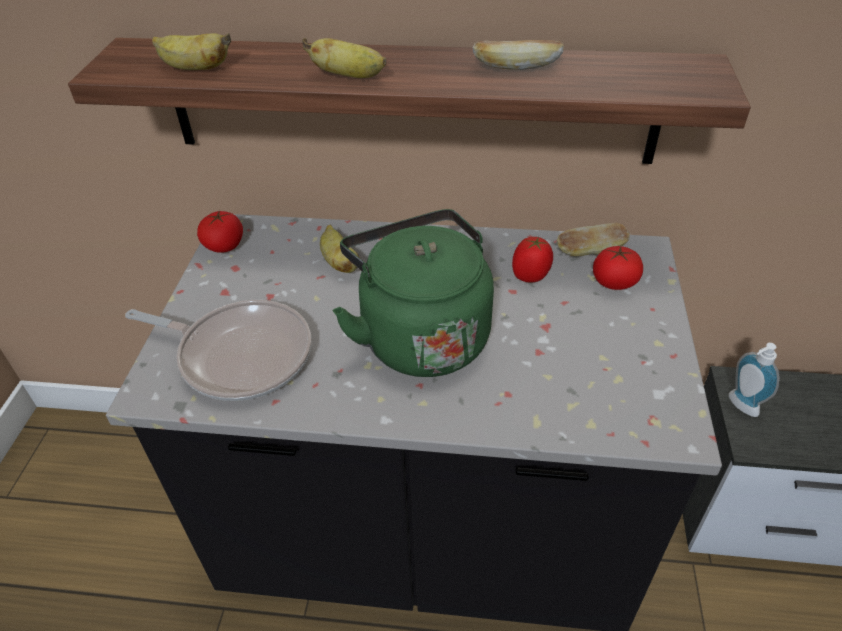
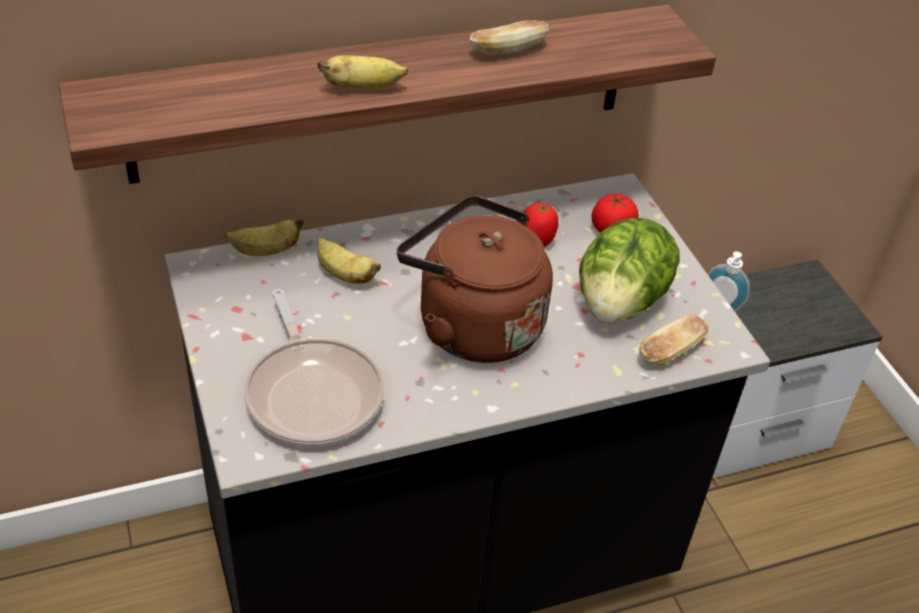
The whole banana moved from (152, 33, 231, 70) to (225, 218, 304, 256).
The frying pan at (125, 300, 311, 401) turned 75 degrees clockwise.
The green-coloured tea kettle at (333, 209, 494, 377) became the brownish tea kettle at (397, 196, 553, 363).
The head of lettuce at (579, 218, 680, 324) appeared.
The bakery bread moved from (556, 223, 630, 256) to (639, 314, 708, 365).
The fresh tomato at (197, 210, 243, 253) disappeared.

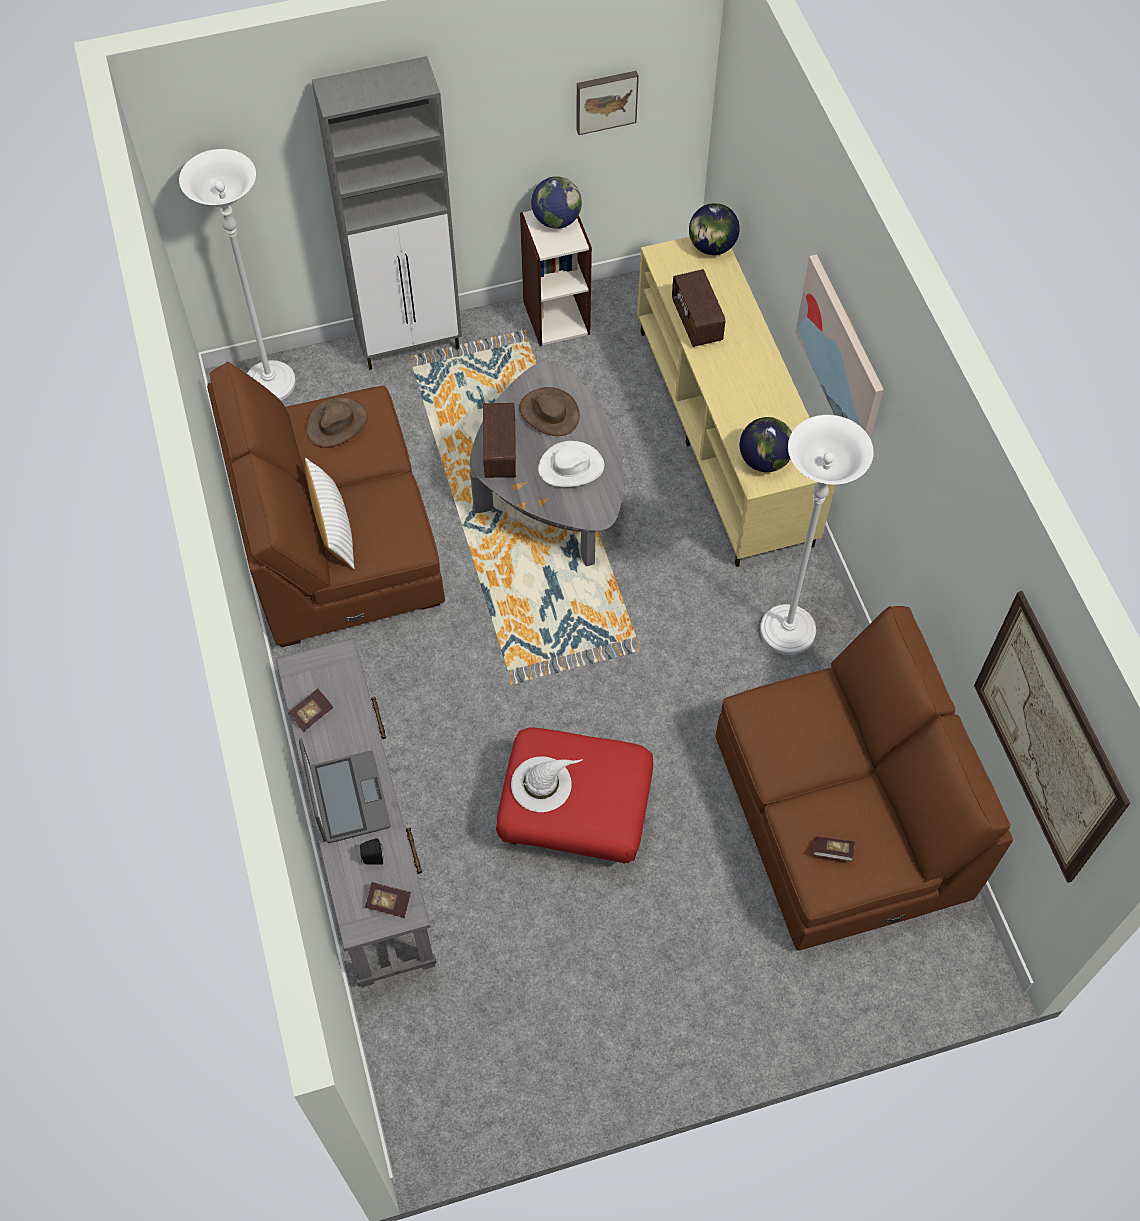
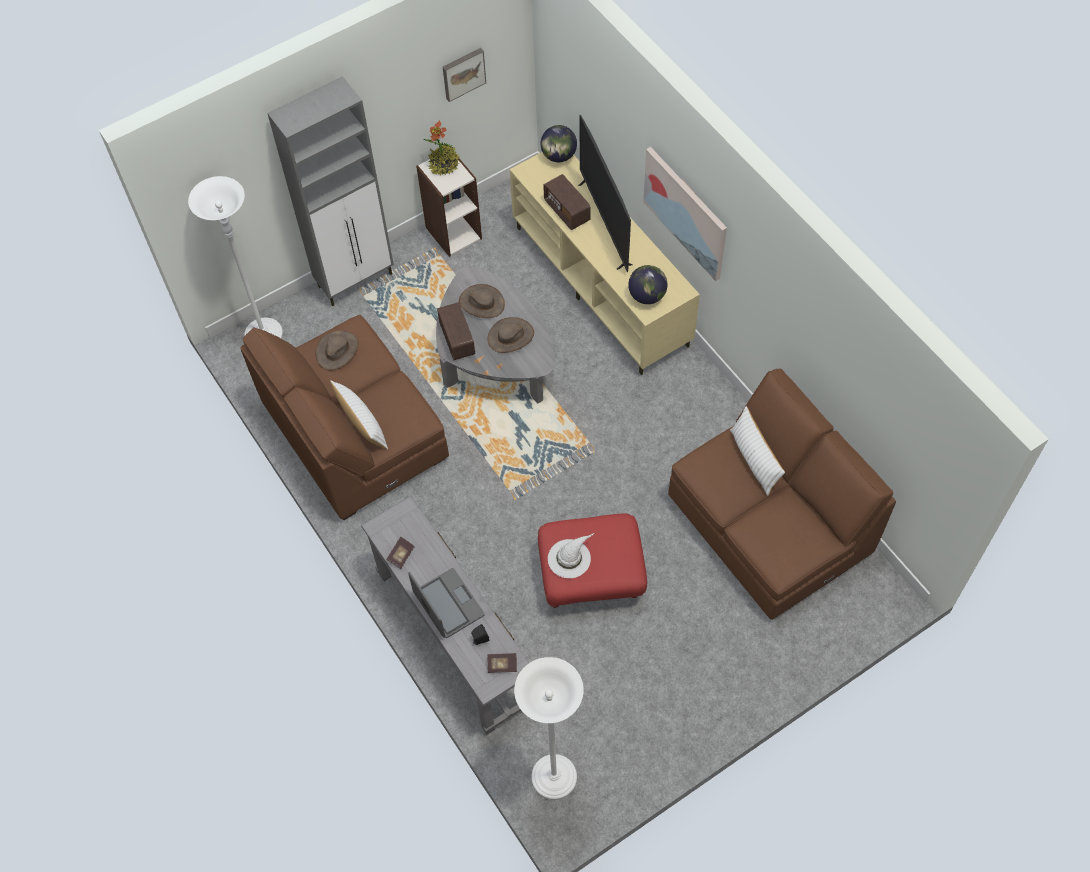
The desk globe at (531, 176, 582, 229) was replaced by the potted plant at (423, 120, 460, 175).
The white-coloured wearable hat at (538, 441, 604, 487) became the brownish wearable hat at (488, 317, 534, 353).
The white-coloured standard lamp moved from (760, 415, 874, 655) to (514, 657, 584, 800).
The TV set at (578, 115, 632, 273) appeared.
The white-coloured pillow at (730, 406, 785, 496) appeared.
The volume at (814, 836, 855, 861) disappeared.
The wall picture at (974, 591, 1130, 883) disappeared.

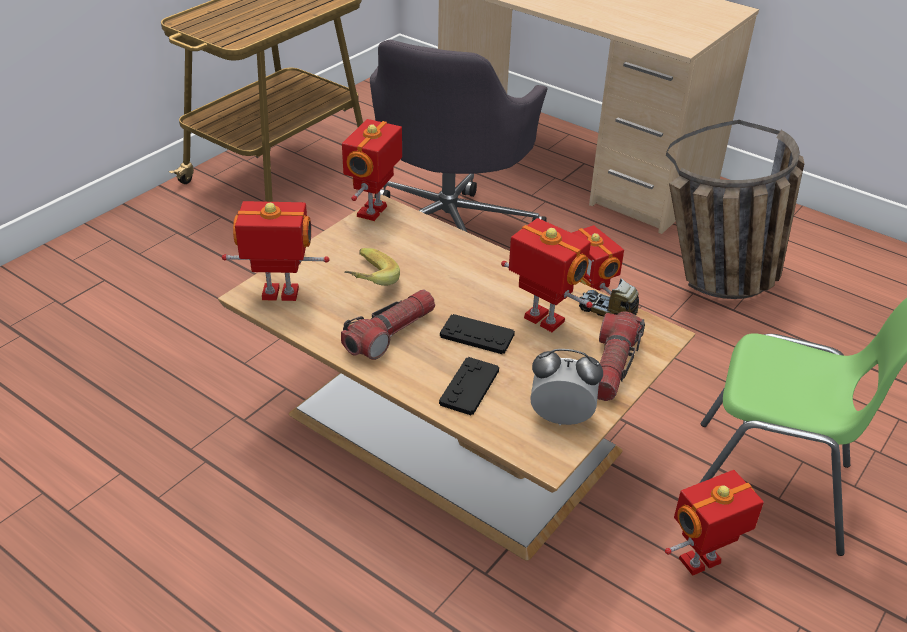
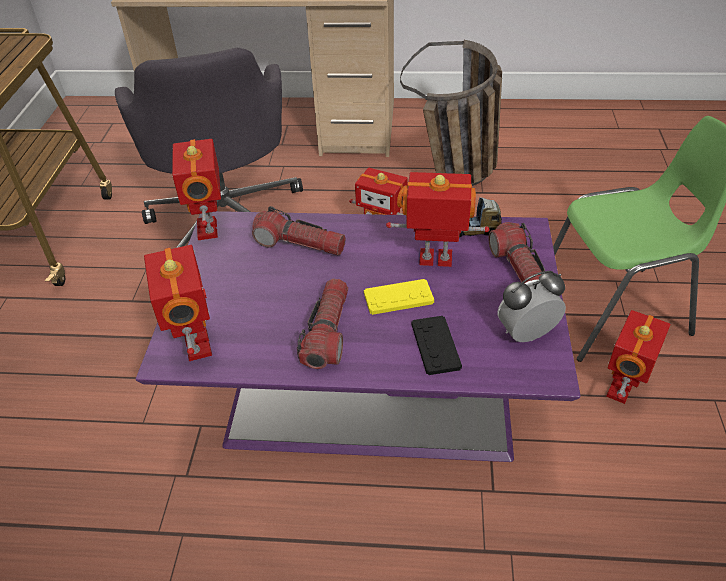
The brownish lounge table at (218, 195, 695, 561) became the purple lounge table at (136, 211, 580, 462).
The model robot at (222, 201, 330, 301) turned 105 degrees clockwise.
The torch at (252, 206, 346, 256) appeared.
The blackish game controller at (440, 314, 515, 354) became the yellowish game controller at (364, 279, 434, 315).
The whole banana at (344, 248, 400, 286) disappeared.

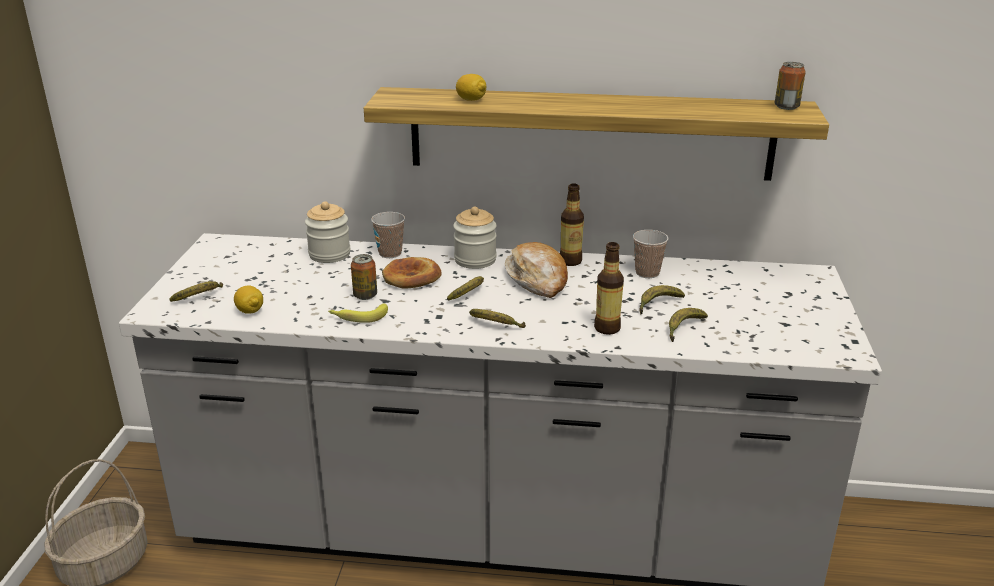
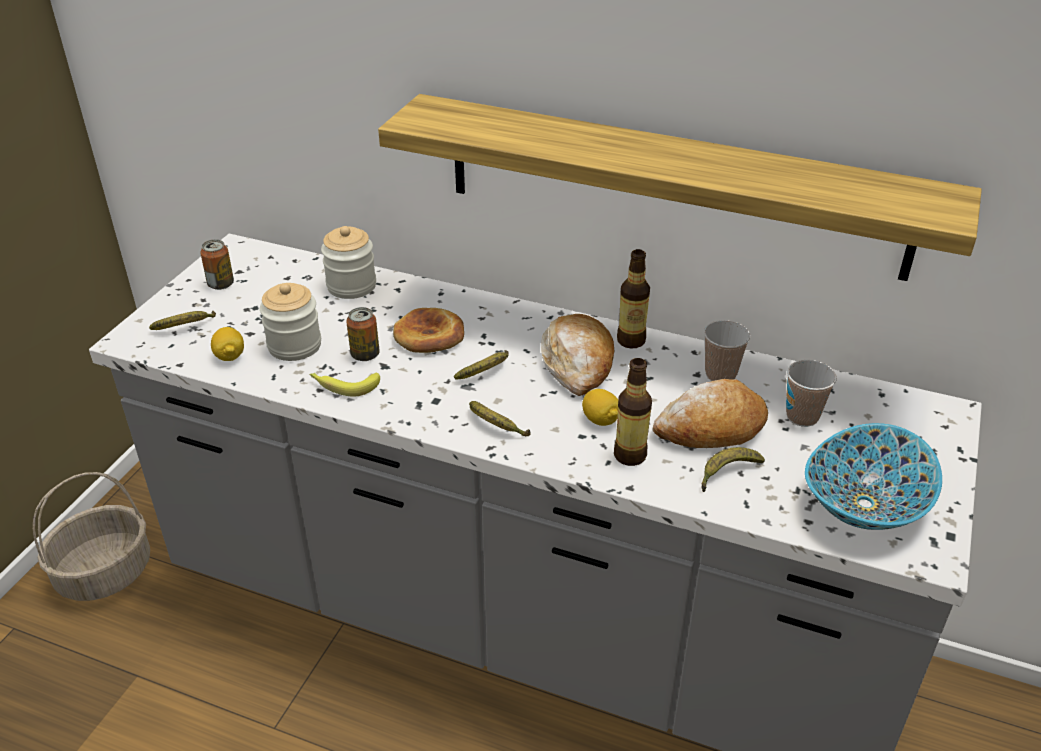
The can moved from (775, 62, 806, 110) to (200, 240, 234, 290).
The preserve jar moved from (453, 207, 497, 269) to (260, 283, 321, 361).
The whole lemon moved from (456, 74, 486, 101) to (582, 389, 618, 426).
The whole banana at (639, 285, 685, 314) was replaced by the bakery bread at (652, 379, 768, 448).
The drinking cup moved from (371, 212, 405, 258) to (786, 360, 837, 427).
The deep dish at (805, 423, 942, 530) appeared.

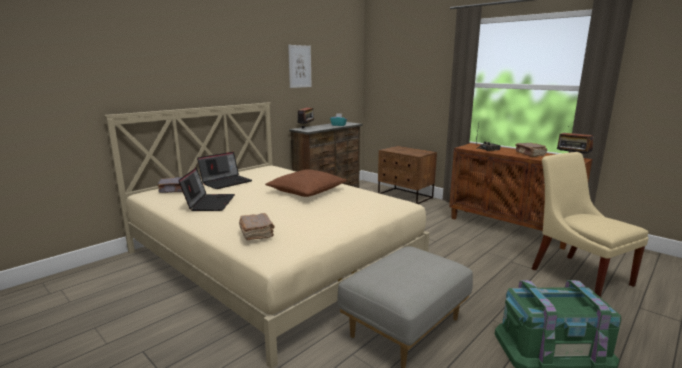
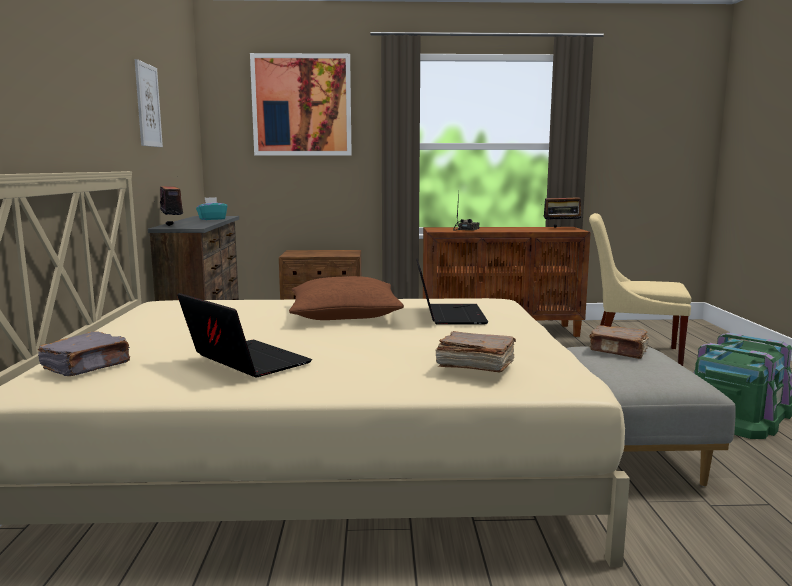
The wall picture at (250, 53, 352, 156) appeared.
The laptop moved from (197, 152, 252, 189) to (416, 259, 488, 325).
The brownish volume moved from (515, 143, 547, 157) to (589, 325, 649, 359).

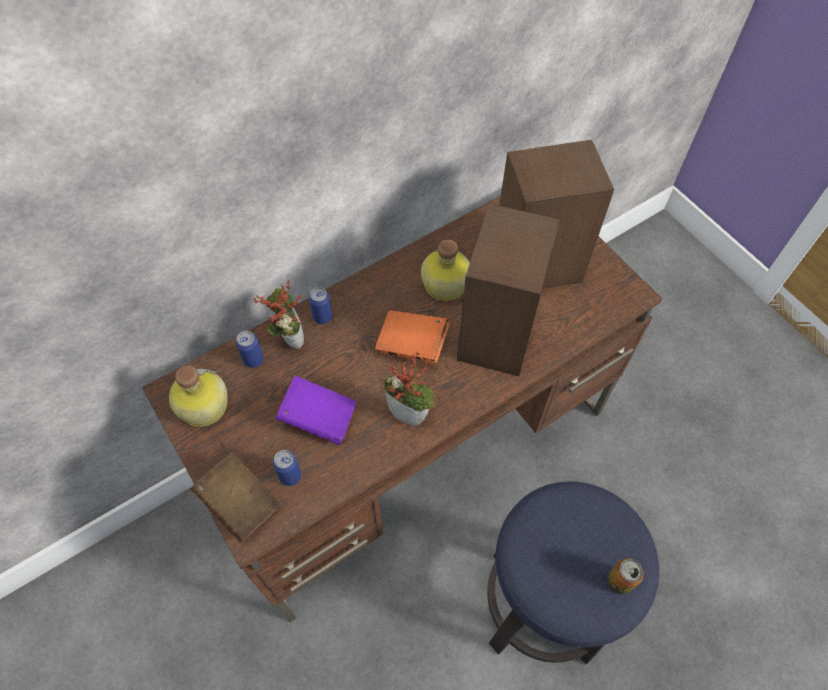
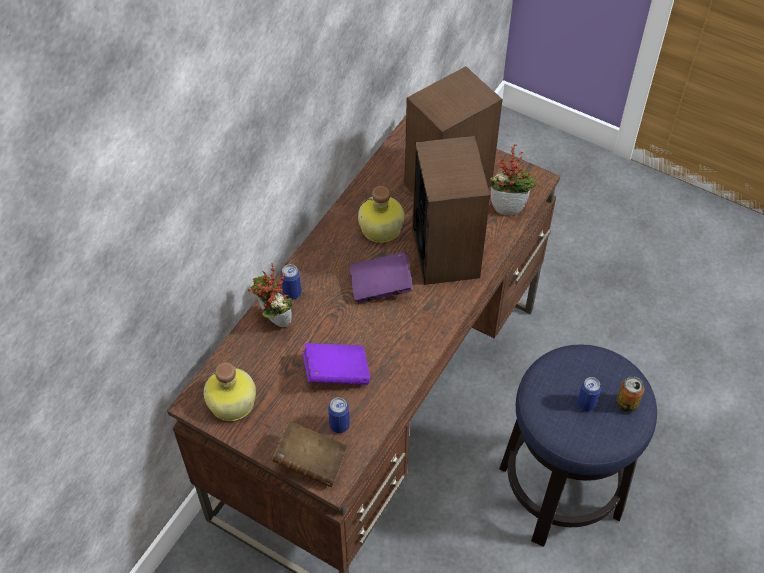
The orange-coloured volume at (375, 310, 449, 363) became the purple volume at (350, 251, 413, 303).
The potted plant moved from (383, 352, 436, 426) to (490, 144, 538, 215).
The can moved from (236, 331, 264, 368) to (577, 377, 601, 411).

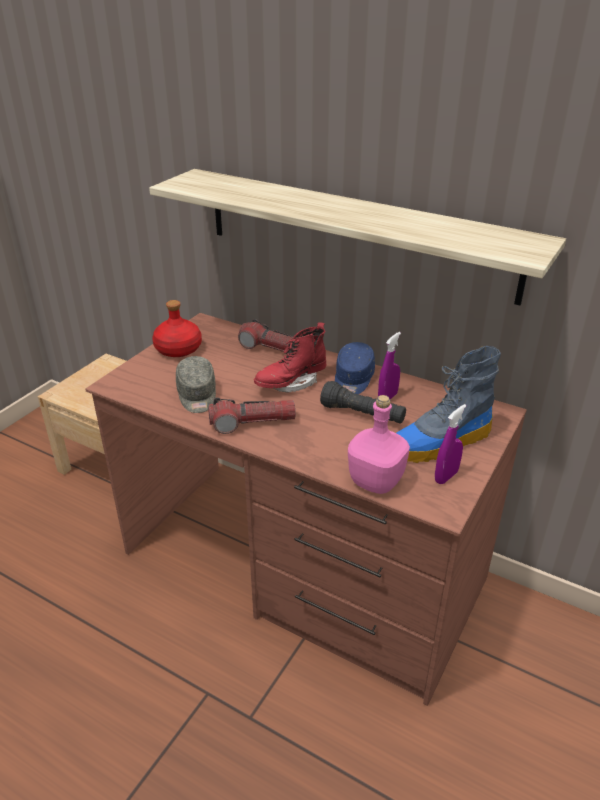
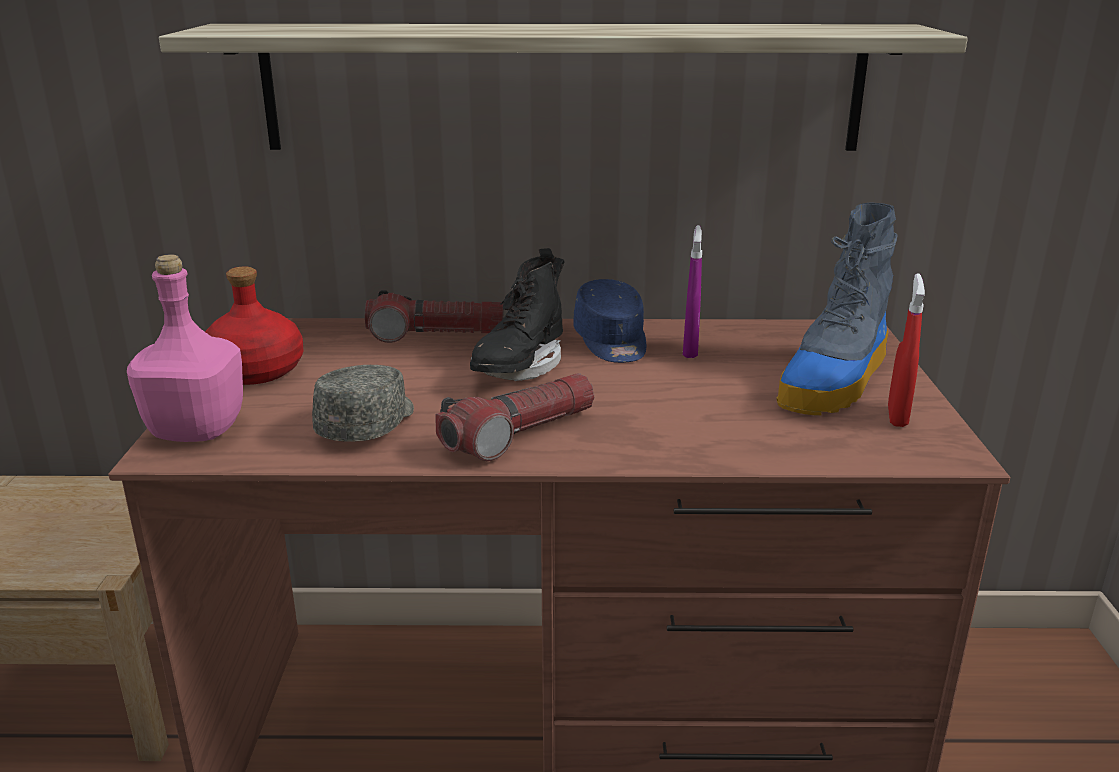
The pink bottle moved from (348, 395, 410, 494) to (127, 254, 243, 442).
The greyish peaked cap at (176, 356, 216, 413) turned 120 degrees counterclockwise.
The red-coloured high-top boot at (254, 322, 326, 392) became the blackish high-top boot at (470, 248, 564, 381).
The purple sprayer at (435, 404, 466, 484) became the red-coloured sprayer at (888, 273, 925, 427).
The blackish torch at (320, 381, 406, 424) disappeared.

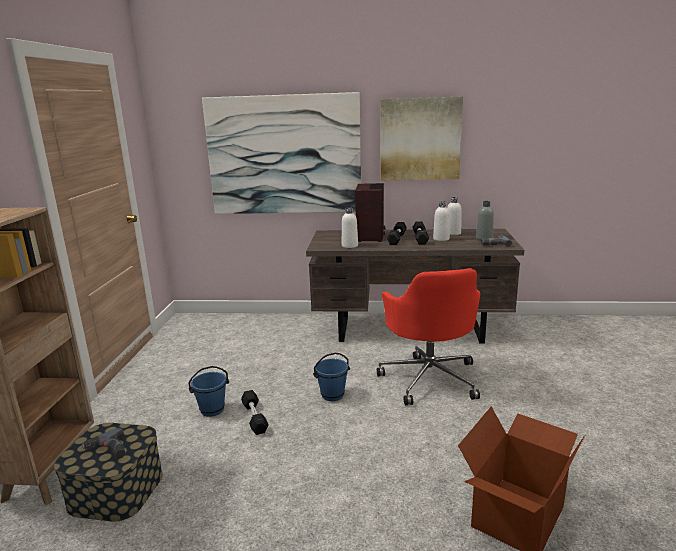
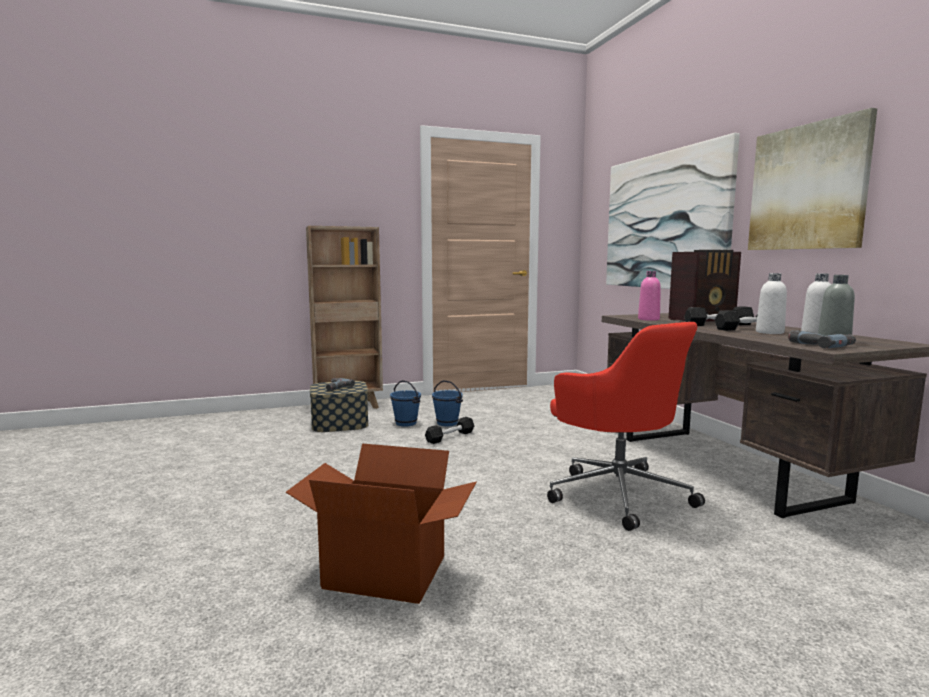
The blue-coloured water bucket moved from (313, 353, 350, 401) to (390, 380, 421, 427).
The red-coloured computer chair at (377, 268, 480, 405) turned 90 degrees counterclockwise.
The white-coloured bottle at (342, 207, 358, 248) became the pink bottle at (638, 271, 661, 321).

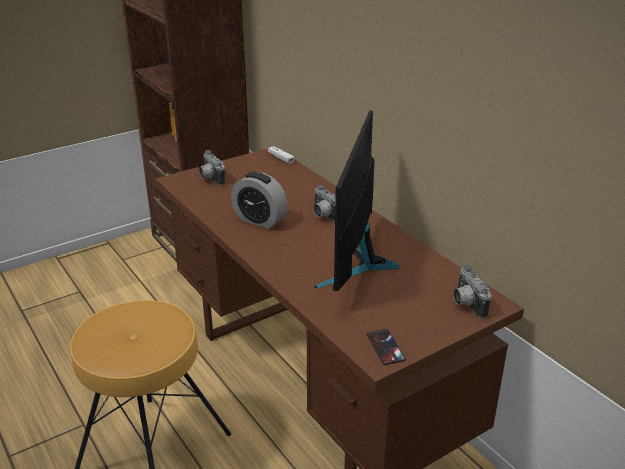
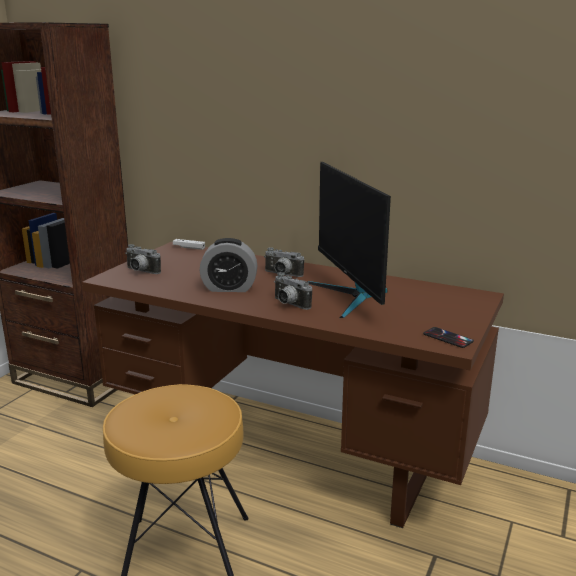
The still camera moved from (453, 265, 492, 318) to (274, 272, 312, 310).

